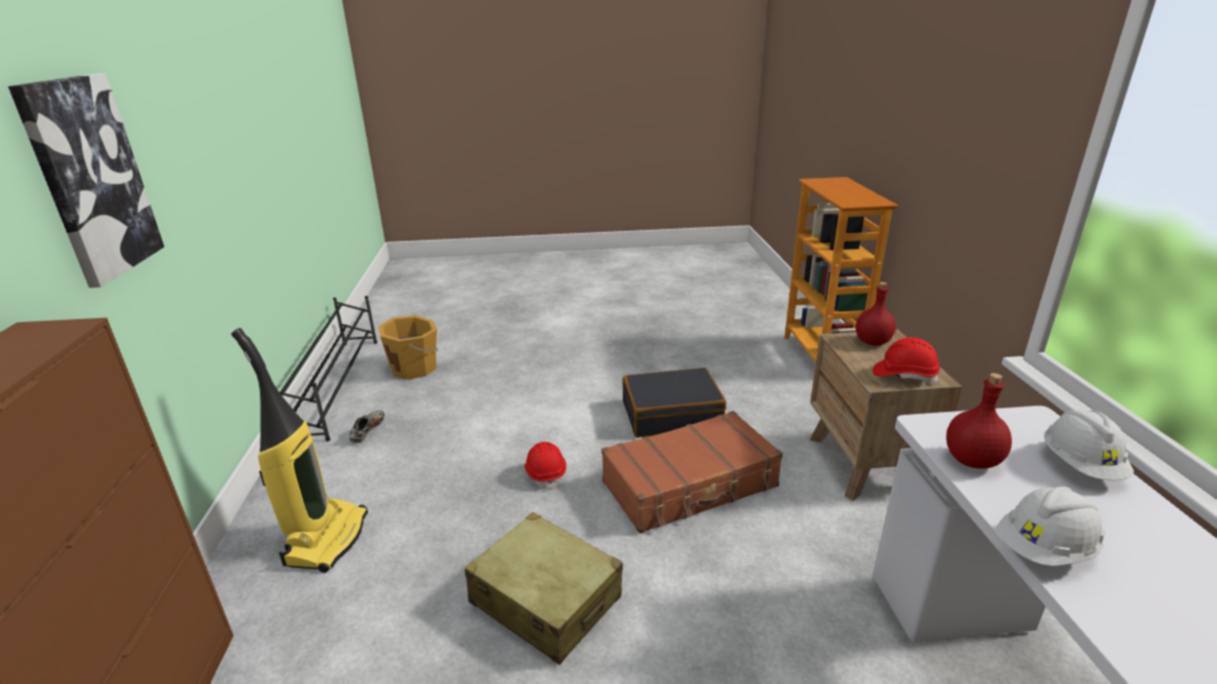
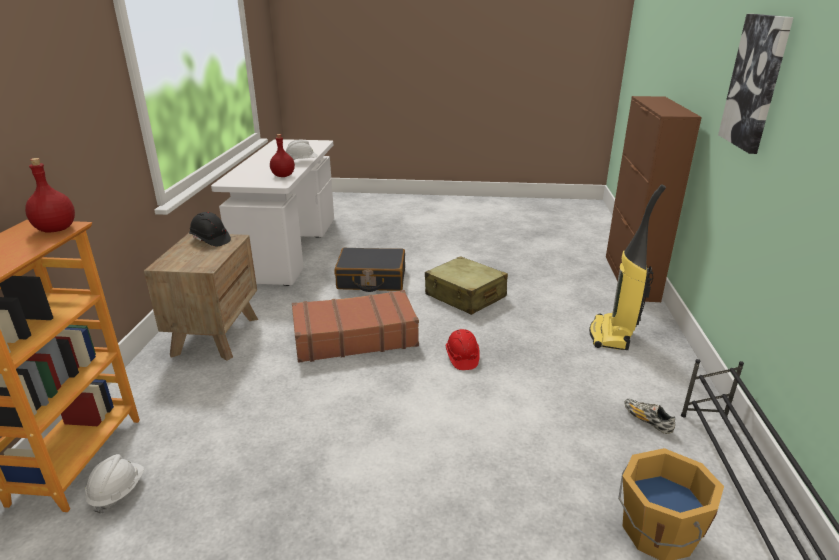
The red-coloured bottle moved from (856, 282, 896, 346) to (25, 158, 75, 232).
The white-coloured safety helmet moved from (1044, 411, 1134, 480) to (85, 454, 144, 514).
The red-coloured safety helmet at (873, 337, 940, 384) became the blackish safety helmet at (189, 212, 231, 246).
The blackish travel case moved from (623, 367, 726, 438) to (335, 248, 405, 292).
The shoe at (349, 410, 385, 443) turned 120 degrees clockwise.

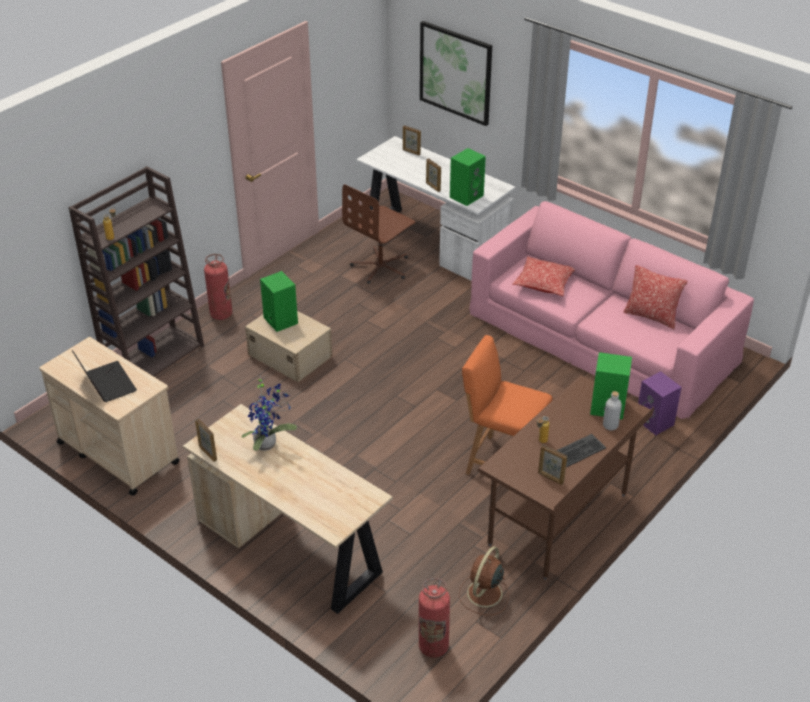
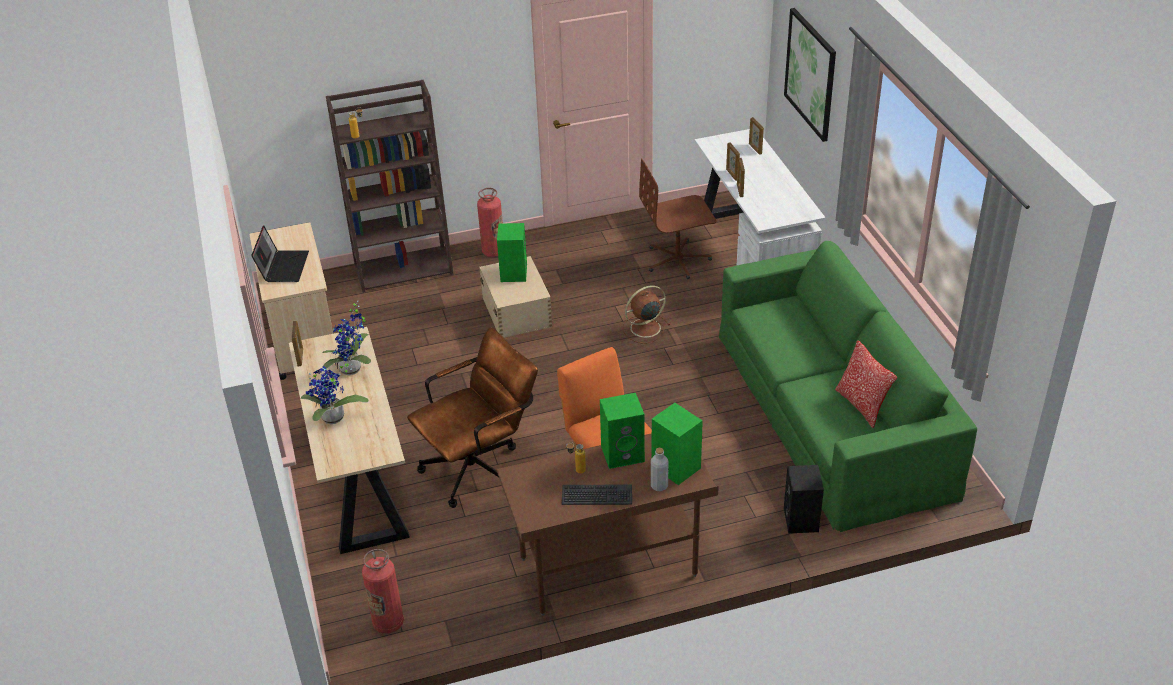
The potted plant at (301, 363, 368, 424) appeared.
The brownish computer chair at (407, 327, 538, 508) appeared.
The green-coloured speaker moved from (450, 148, 486, 206) to (600, 393, 645, 469).
The brownish electric fan moved from (459, 546, 509, 615) to (623, 285, 670, 344).
The pink settee at (470, 201, 754, 419) became the green-coloured settee at (719, 241, 977, 532).
The picture frame moved from (538, 444, 567, 485) to (726, 142, 740, 181).
The purple speaker at (638, 371, 682, 435) became the blackish speaker at (784, 465, 824, 533).
The pillow at (513, 257, 575, 296) disappeared.

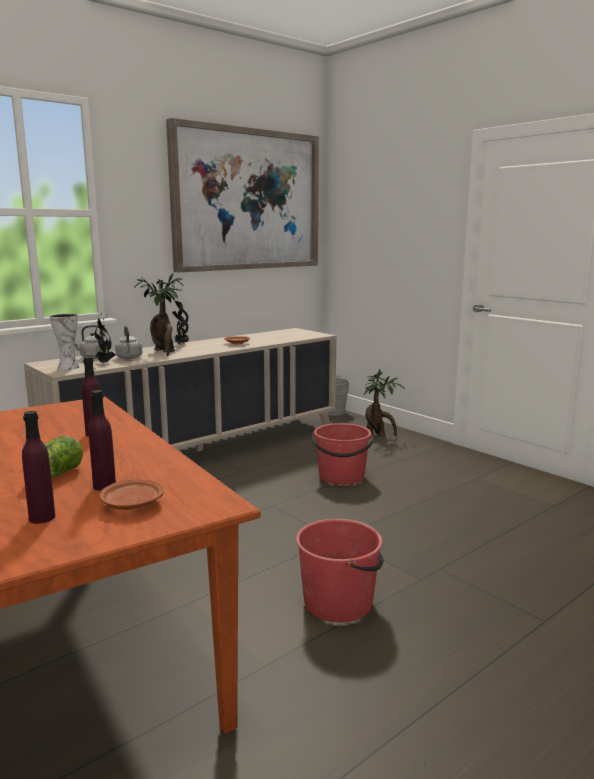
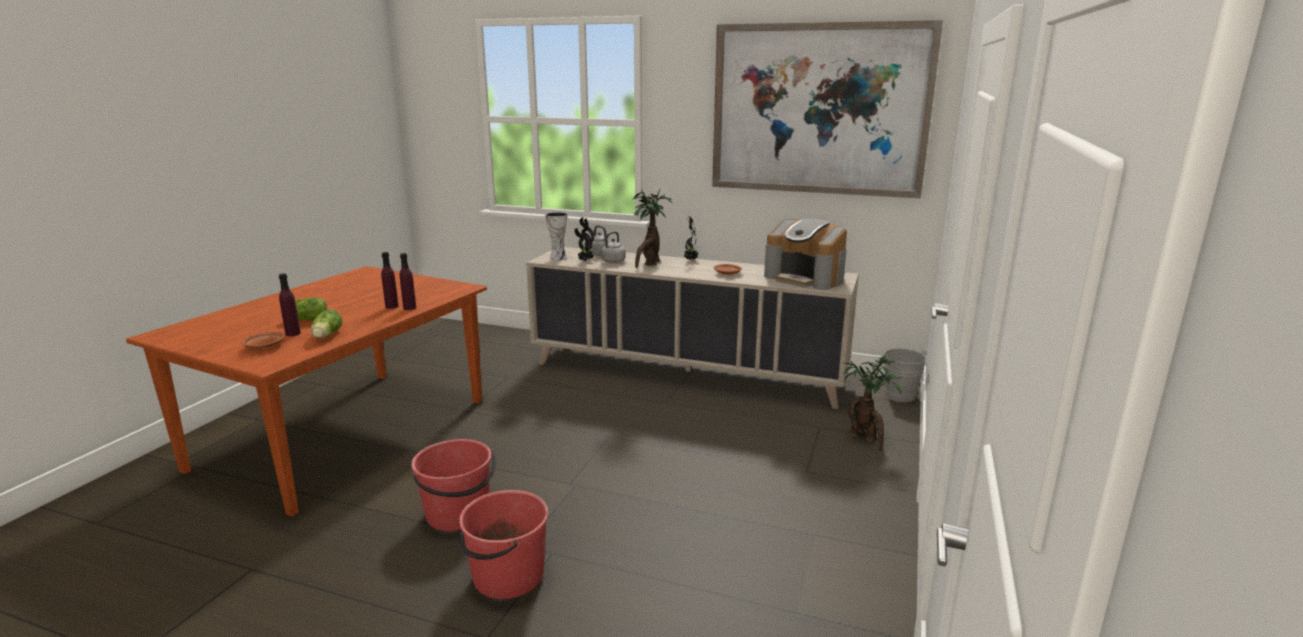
The head of lettuce at (311, 309, 343, 338) appeared.
The purple bottle moved from (22, 411, 55, 524) to (400, 253, 416, 310).
The red-coloured water bucket moved from (312, 423, 373, 485) to (459, 490, 549, 599).
The coffee brewer at (764, 219, 847, 290) appeared.

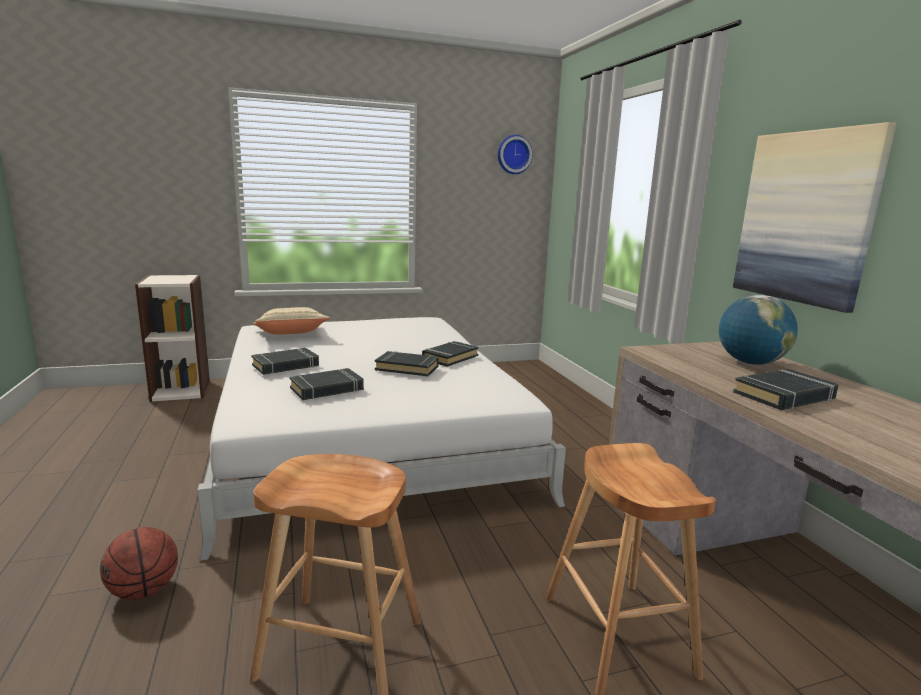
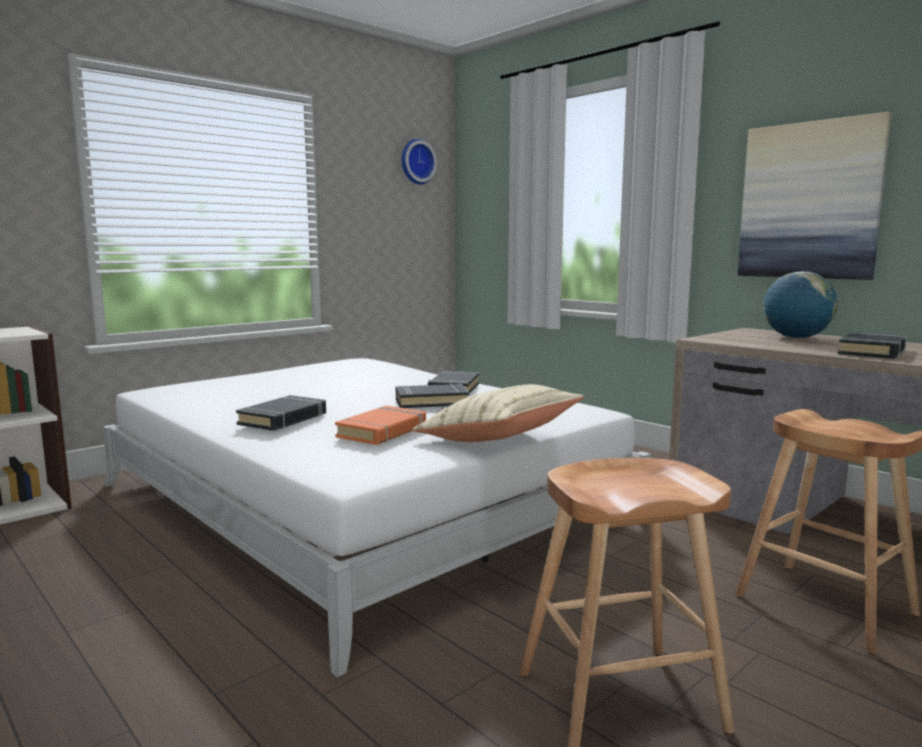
The blackish volume at (289, 368, 364, 400) became the orange-coloured volume at (335, 406, 426, 445).
The beige pillow moved from (253, 307, 330, 335) to (412, 384, 584, 442).
The ball for basketball at (100, 527, 178, 600) disappeared.

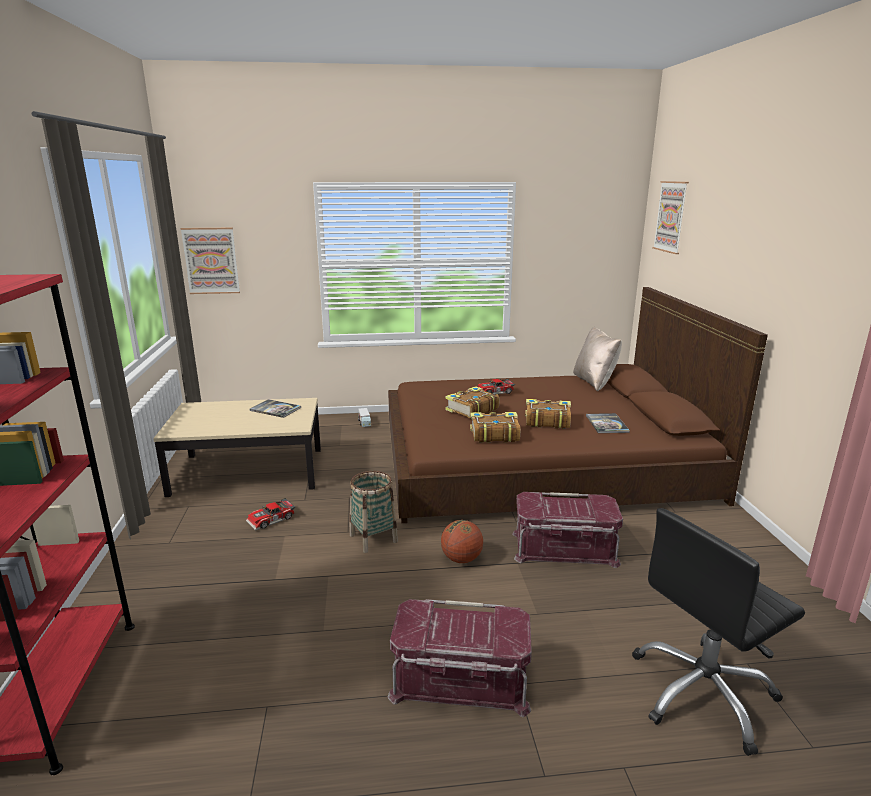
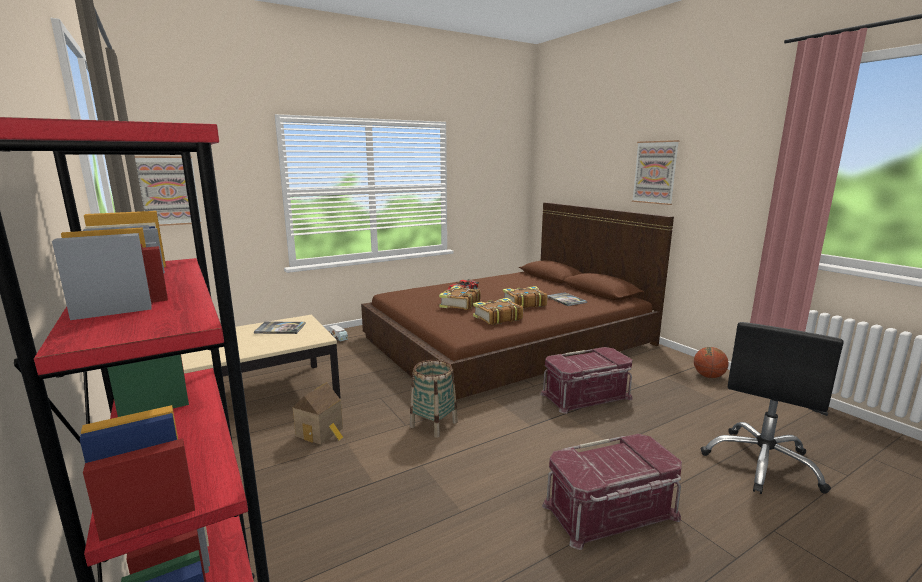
The model car at (246, 498, 296, 531) was replaced by the miniature house at (293, 383, 343, 445).
The wall picture moved from (652, 181, 689, 254) to (632, 140, 680, 205).
The ball for basketball moved from (441, 520, 483, 563) to (694, 347, 729, 378).
The beige pillow at (573, 326, 622, 391) disappeared.

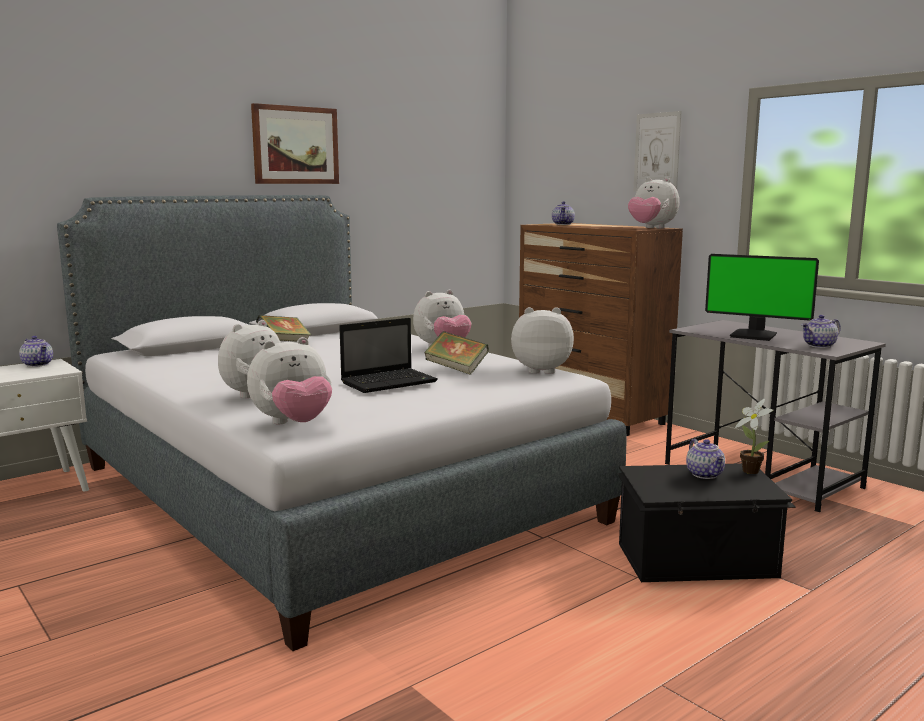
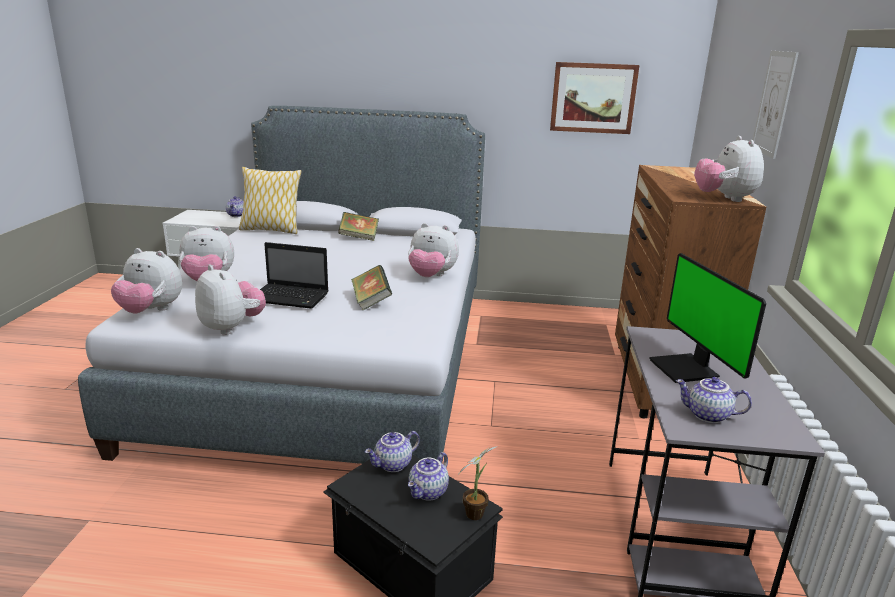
The plush toy moved from (511, 307, 574, 374) to (195, 265, 266, 335).
The pillow at (239, 167, 302, 234) appeared.
The tea pot moved from (552, 201, 575, 225) to (365, 431, 420, 472).
The wall picture moved from (251, 103, 339, 184) to (550, 62, 640, 134).

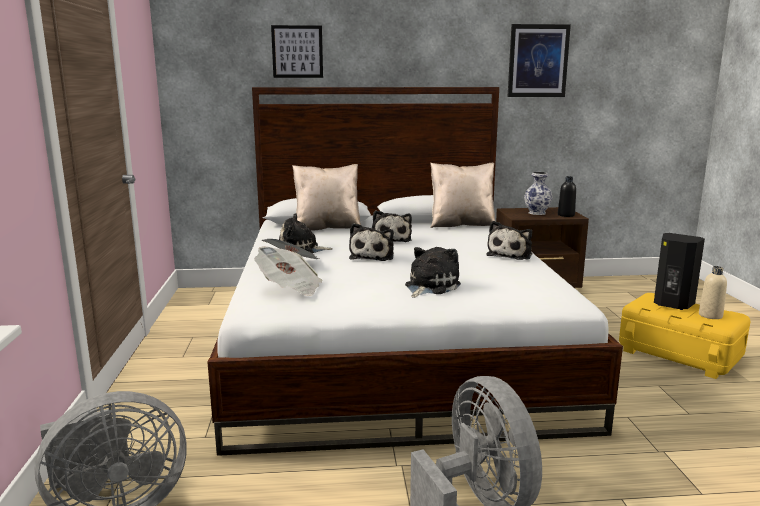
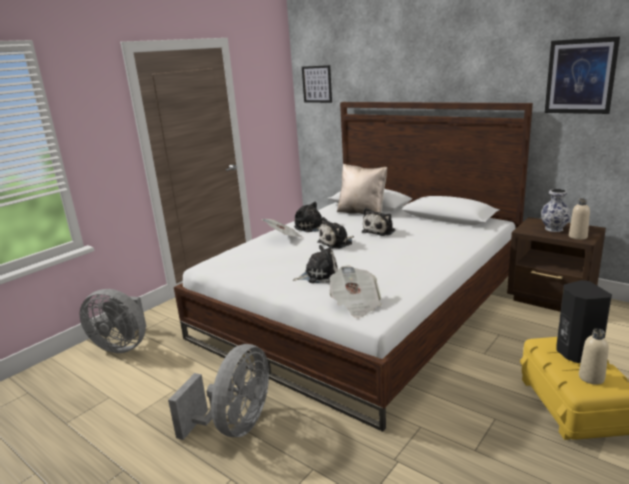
The wall picture moved from (271, 25, 323, 78) to (302, 65, 332, 103).
The newspaper moved from (254, 246, 323, 296) to (329, 265, 382, 318).
The blackish bottle at (558, 176, 576, 217) became the beige bottle at (569, 198, 590, 240).
The beige pillow at (430, 163, 495, 228) disappeared.
The plush toy at (486, 221, 532, 260) disappeared.

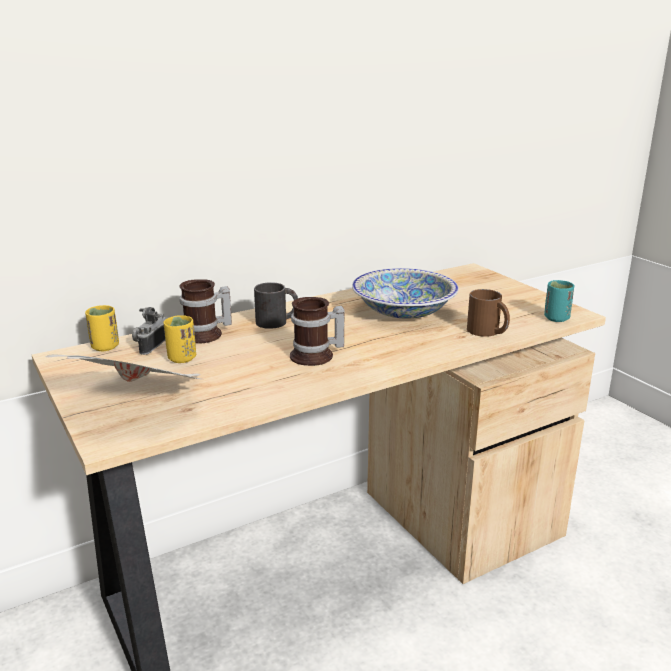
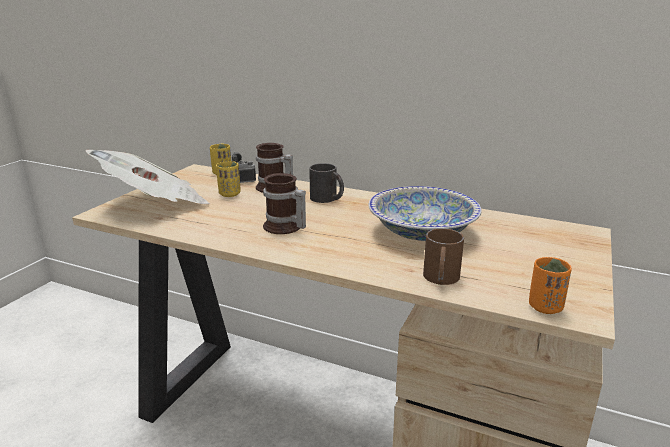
The turquoise-coloured drinking cup at (544, 280, 575, 322) became the orange-coloured drinking cup at (529, 257, 572, 314).

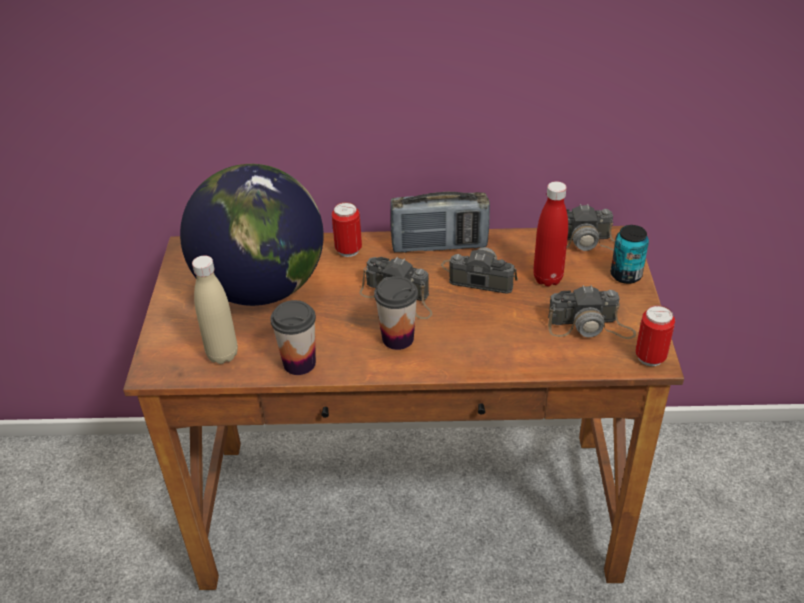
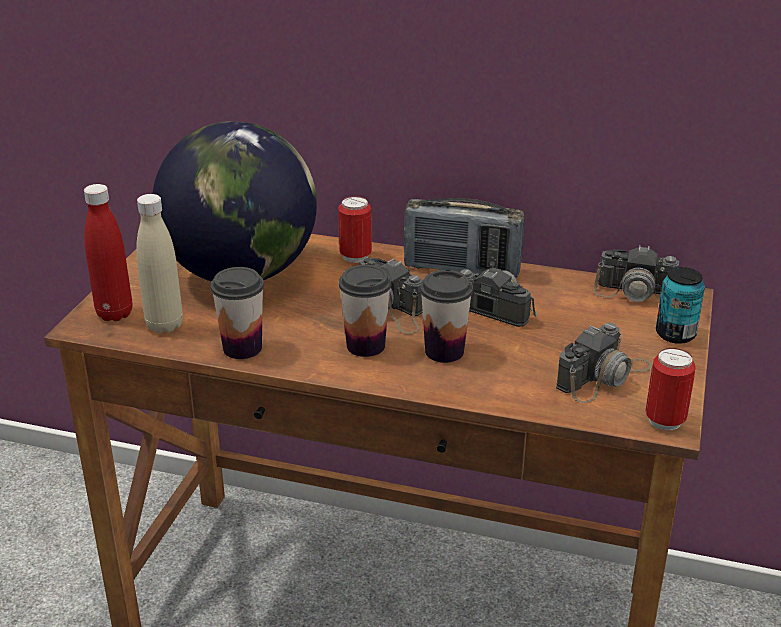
The red-coloured bottle moved from (533, 181, 568, 286) to (84, 184, 132, 321).
The drinking cup at (420, 270, 473, 363) appeared.
The still camera at (548, 285, 636, 339) turned 60 degrees counterclockwise.

